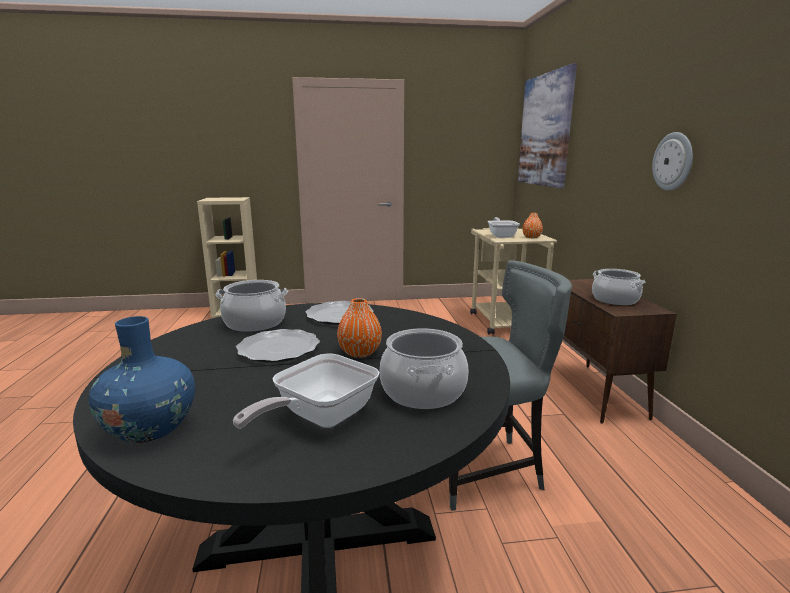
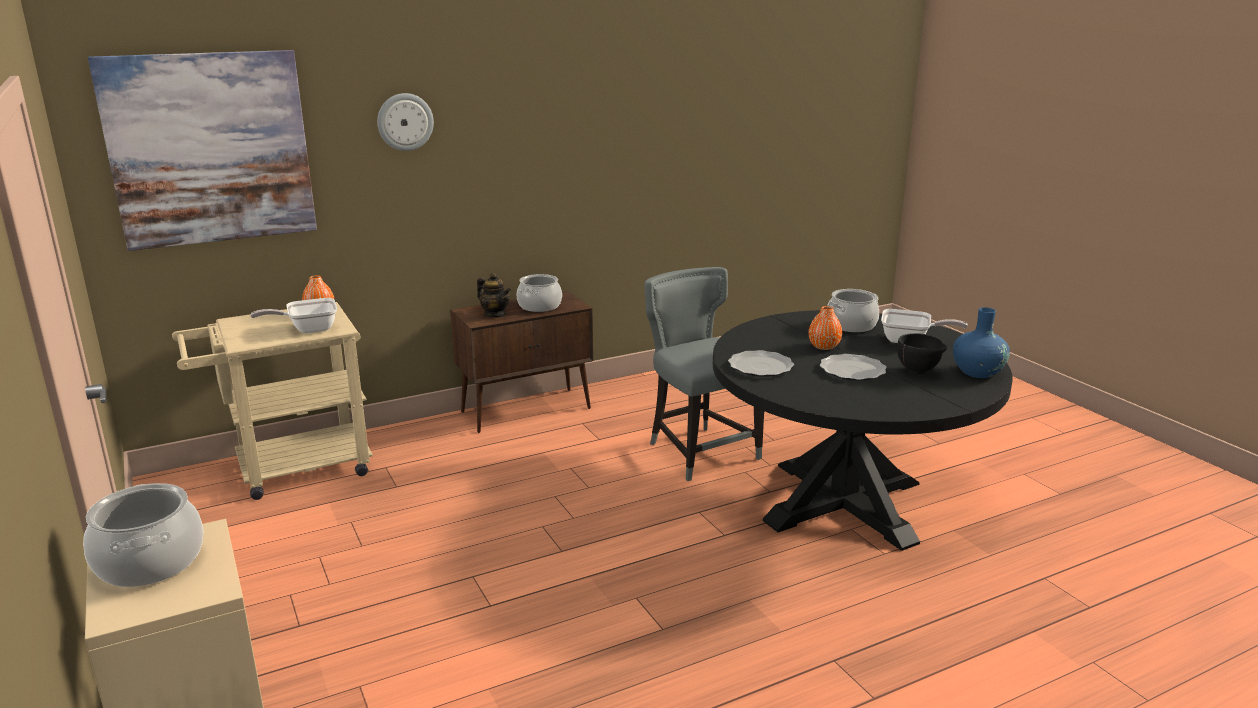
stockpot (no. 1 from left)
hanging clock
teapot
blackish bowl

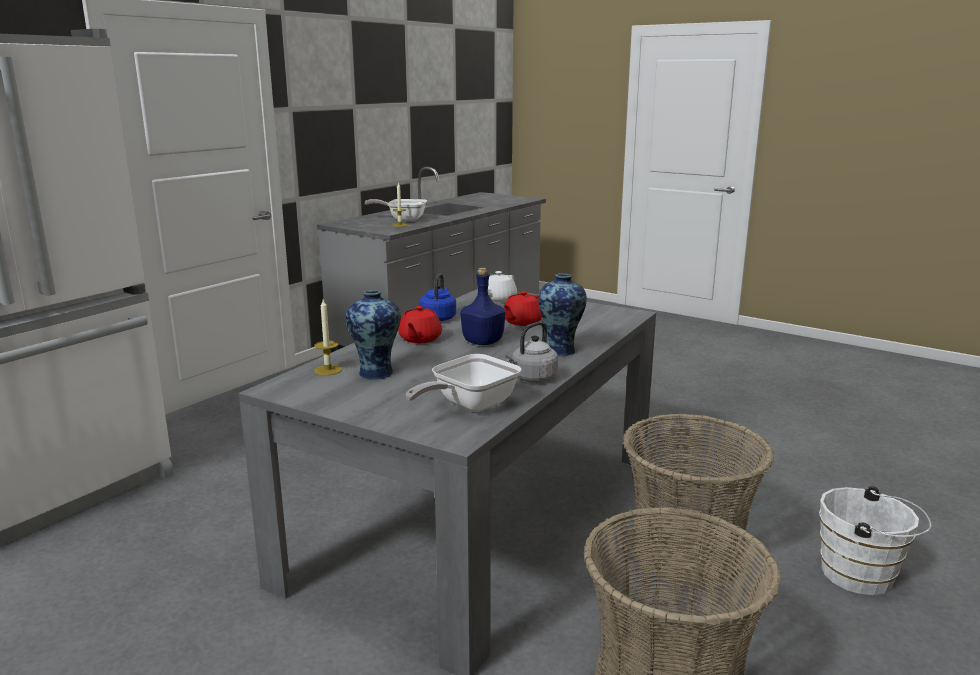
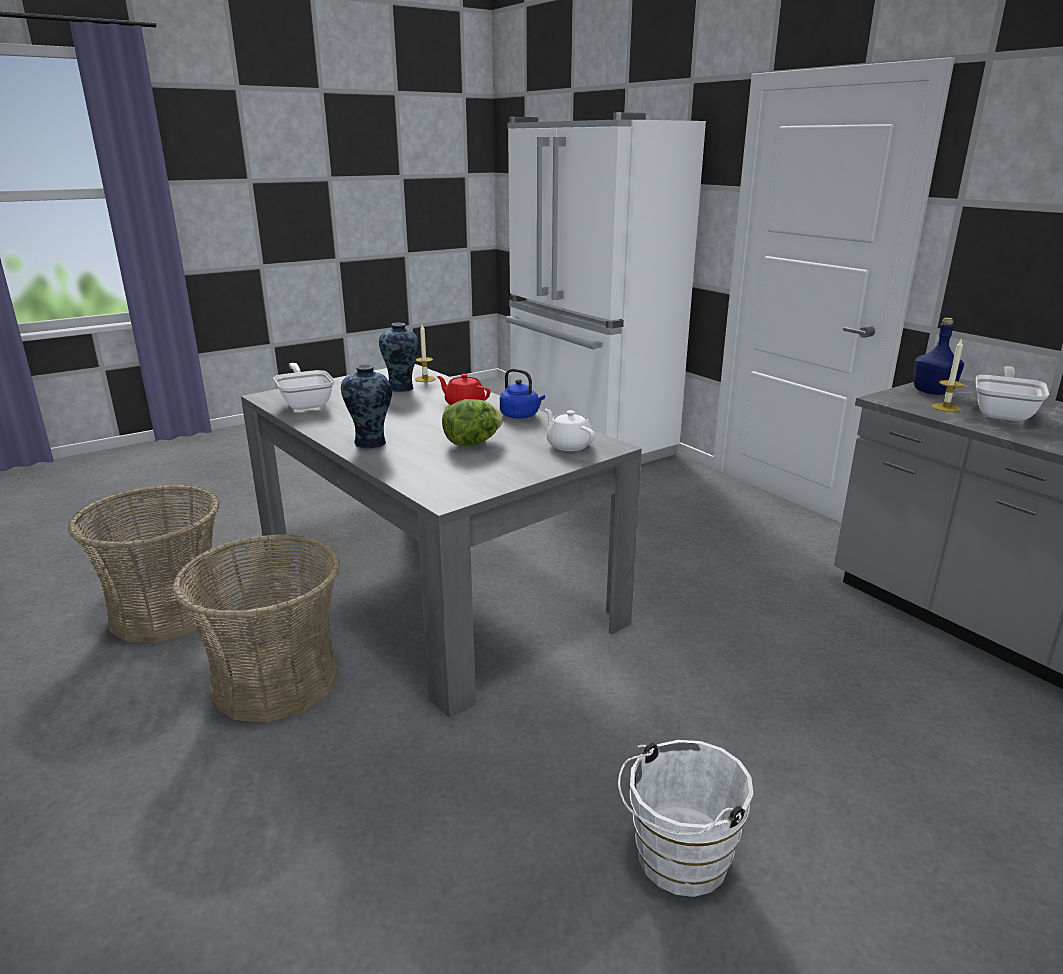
lettuce head
whitish water bucket
blue-coloured bottle
grey water kettle

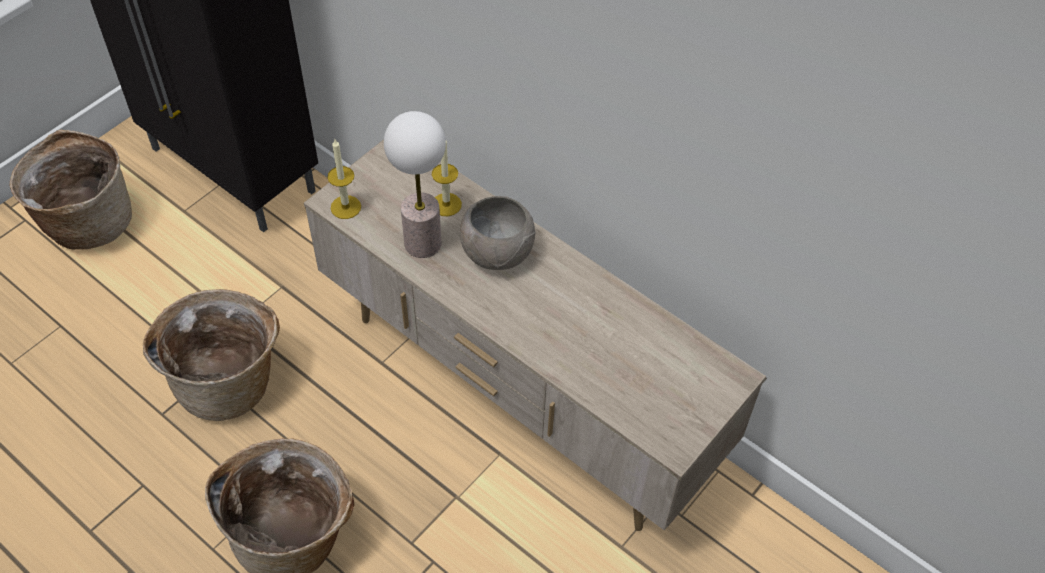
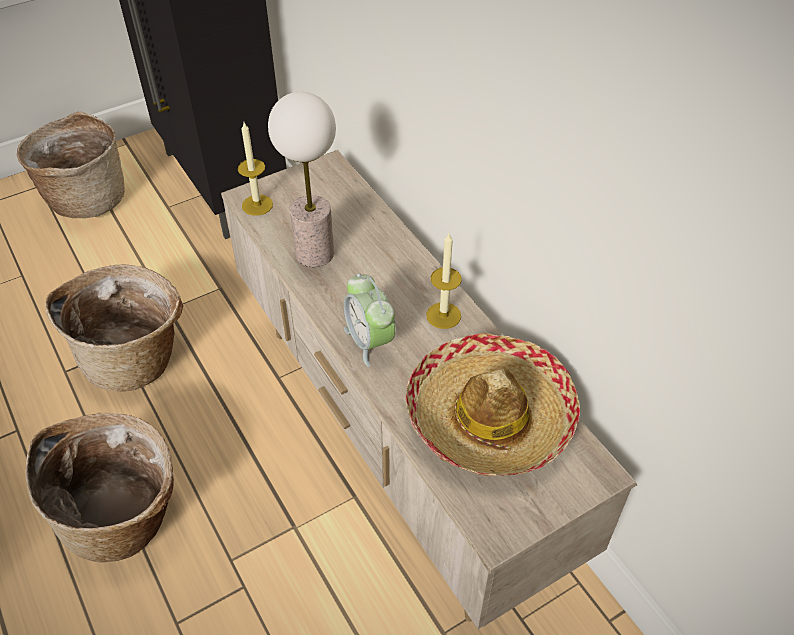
alarm clock
clothing hat
candle (no. 2 from left)
grey bowl

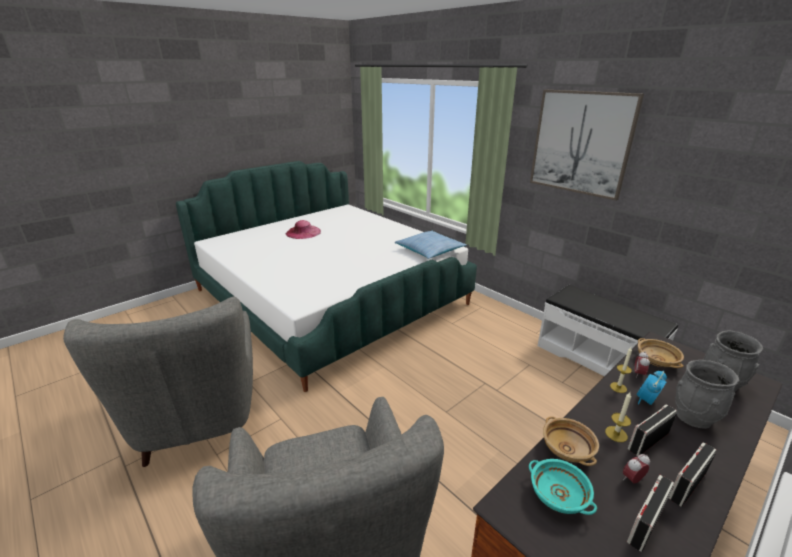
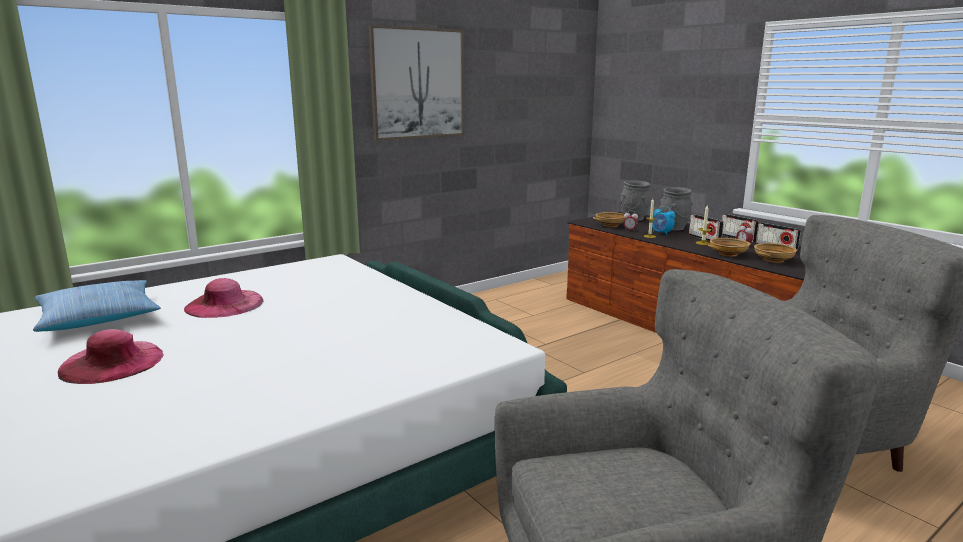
cushion
pink-coloured clothing hat (no. 2 from left)
beige-coloured bowl (no. 3 from left)
whitish long seat

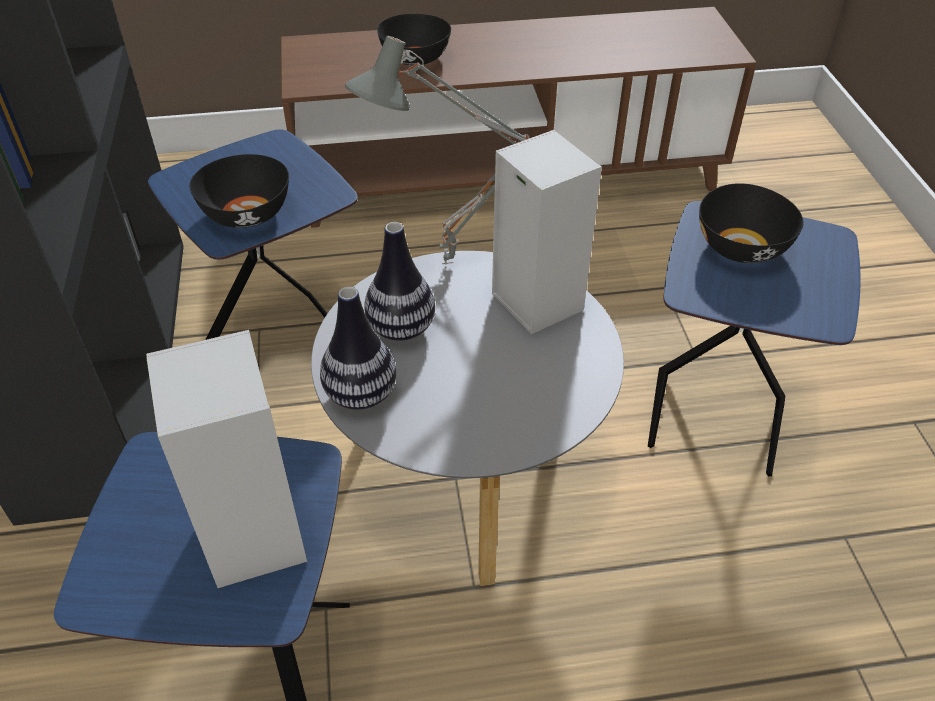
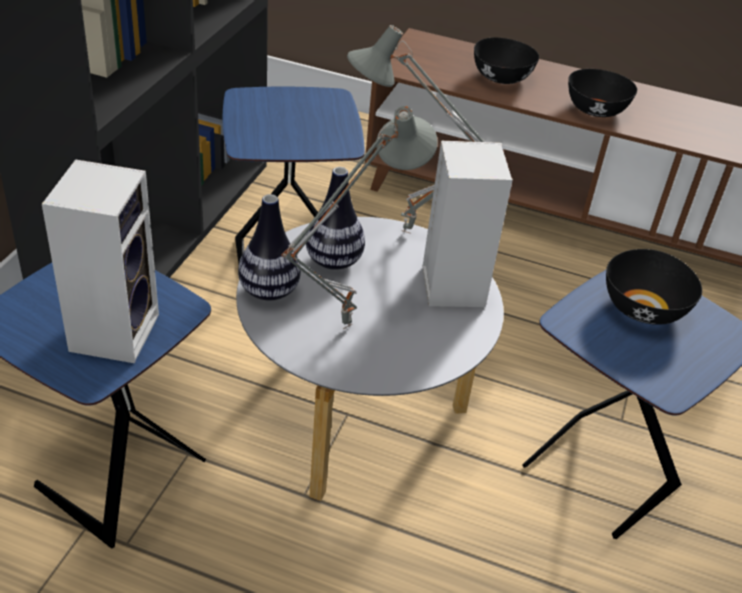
grey lamp for a table (no. 1 from left)
blackish bowl (no. 2 from left)

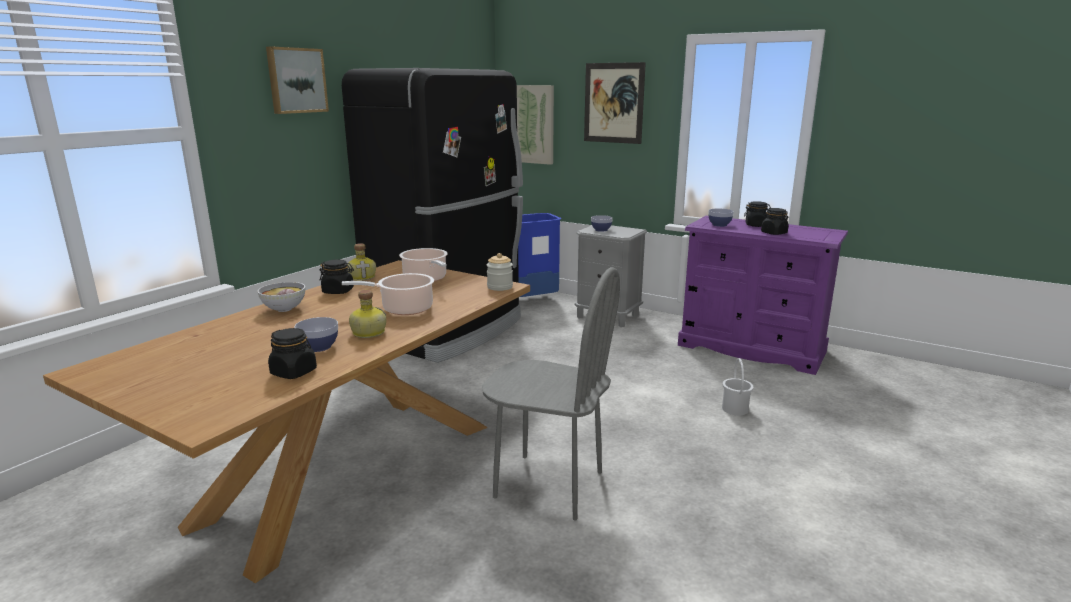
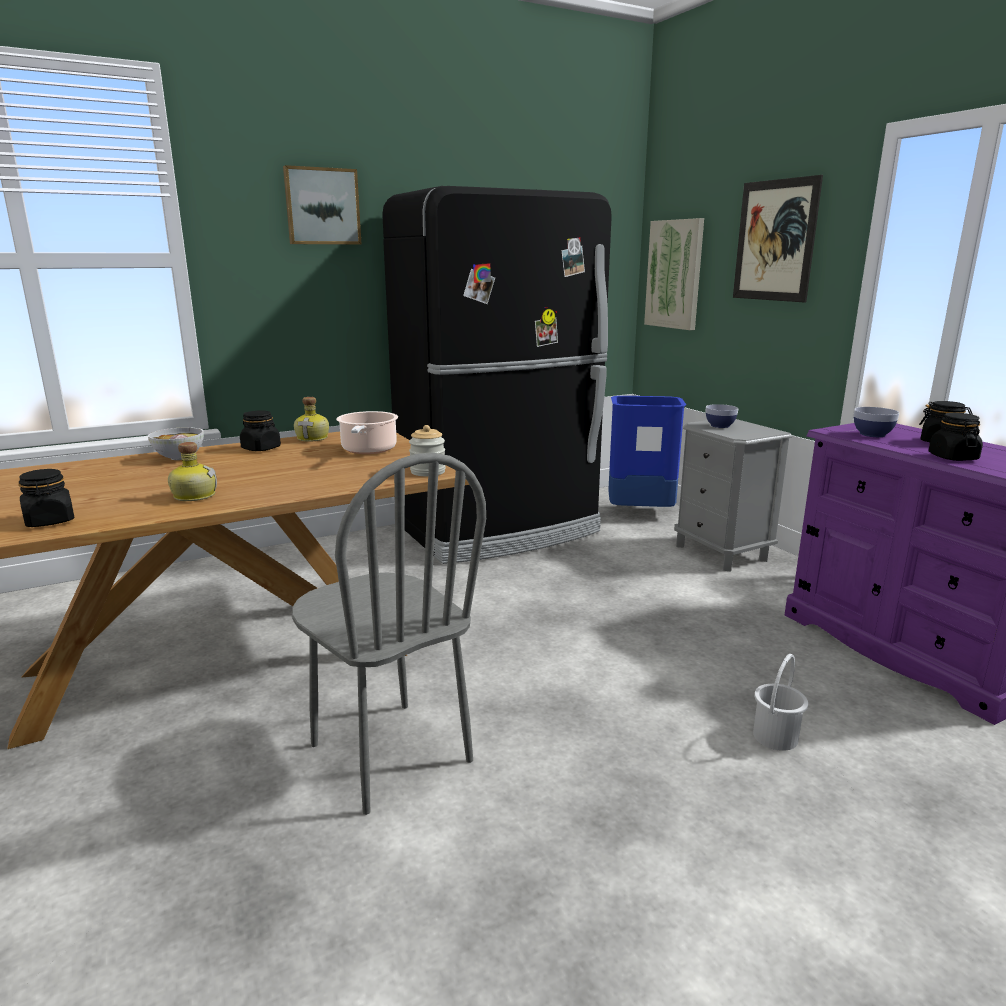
bowl (no. 2 from left in the first image)
stockpot (no. 1 from left in the first image)

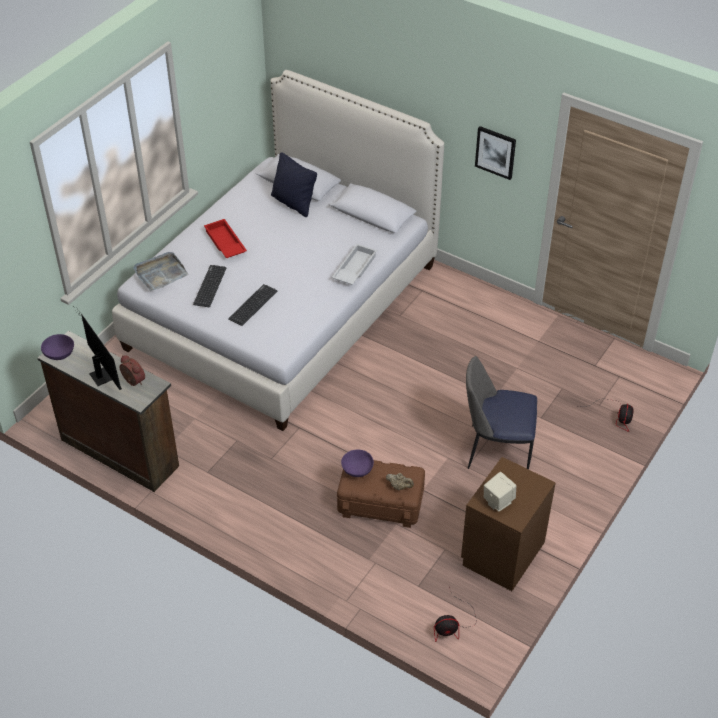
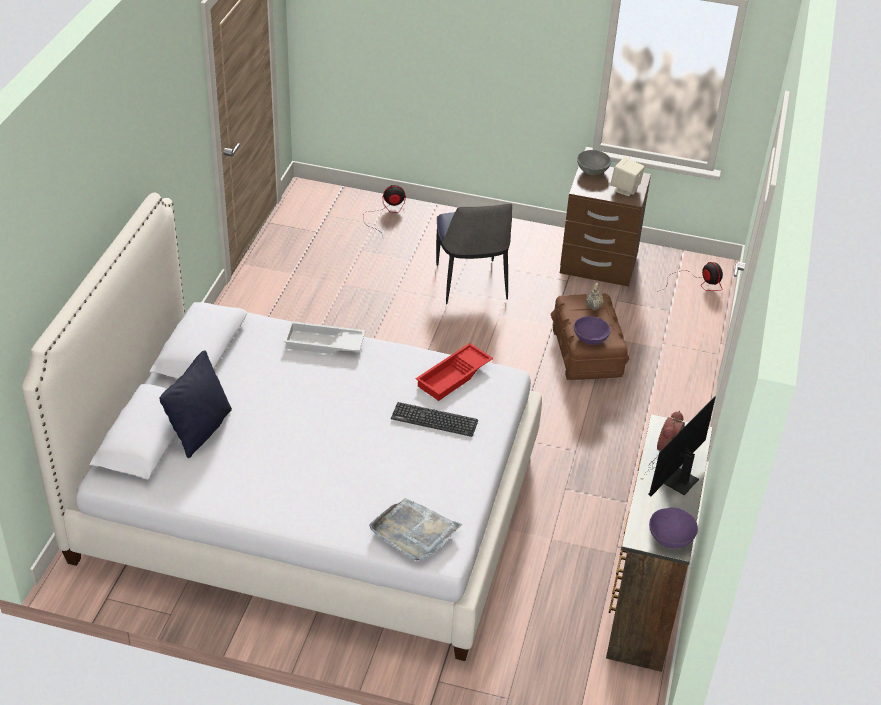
red serving tray
grey bowl
keyboard (no. 1 from left in the first image)
wall picture

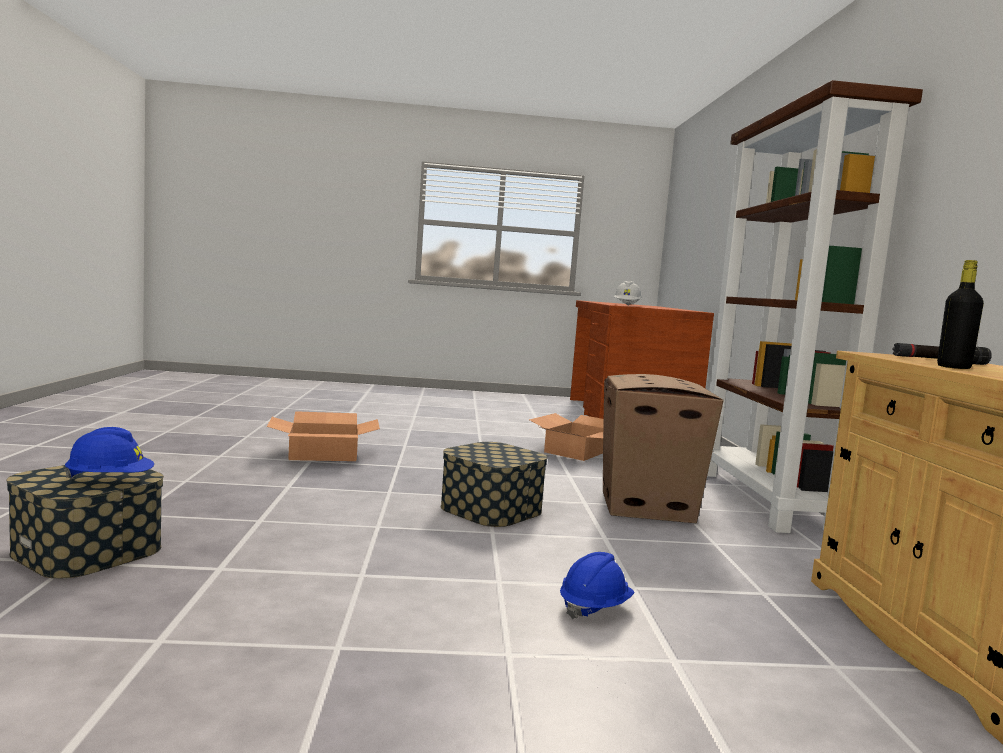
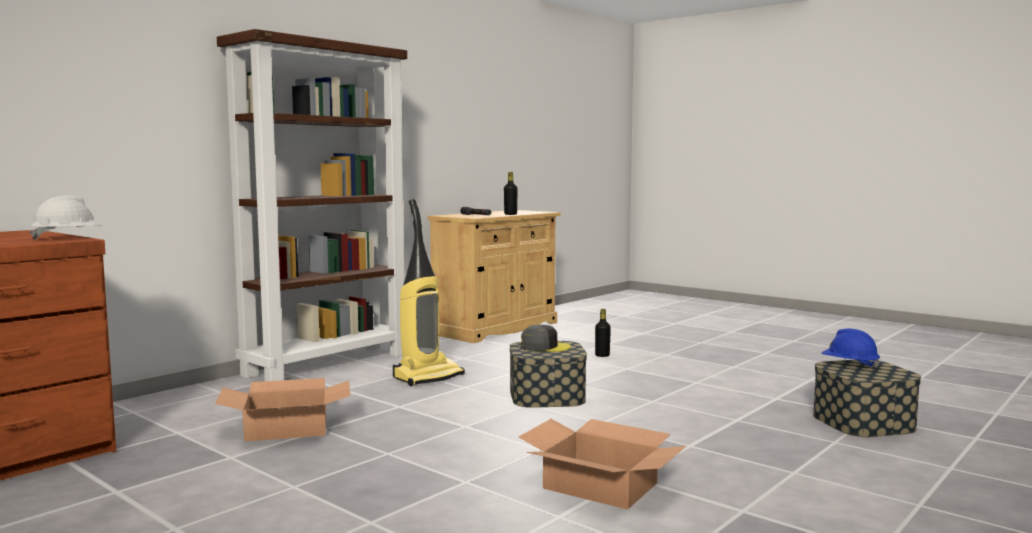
hoover
grey baseball cap
blackish bottle (no. 2 from left)

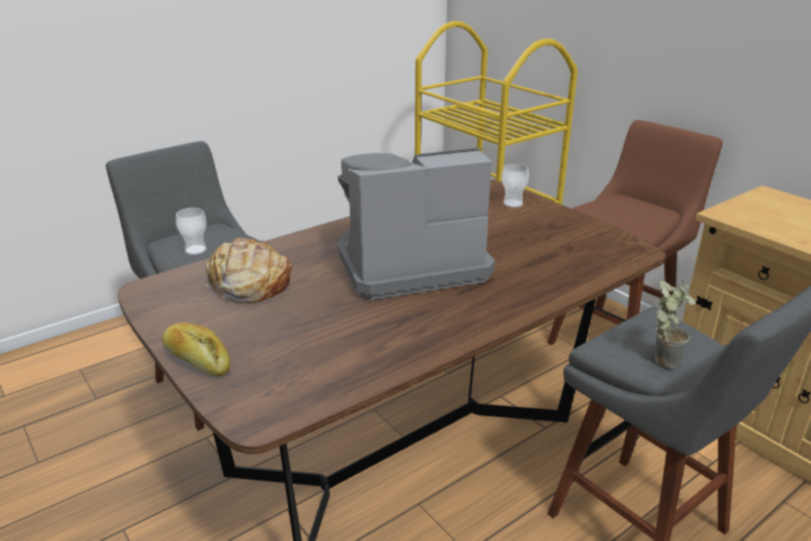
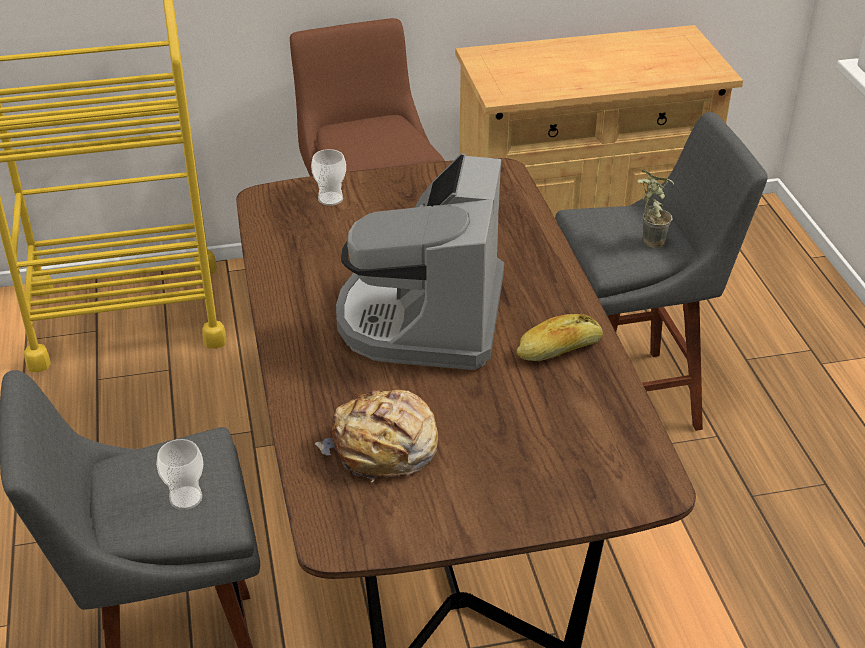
baked bread (no. 2 from left)

